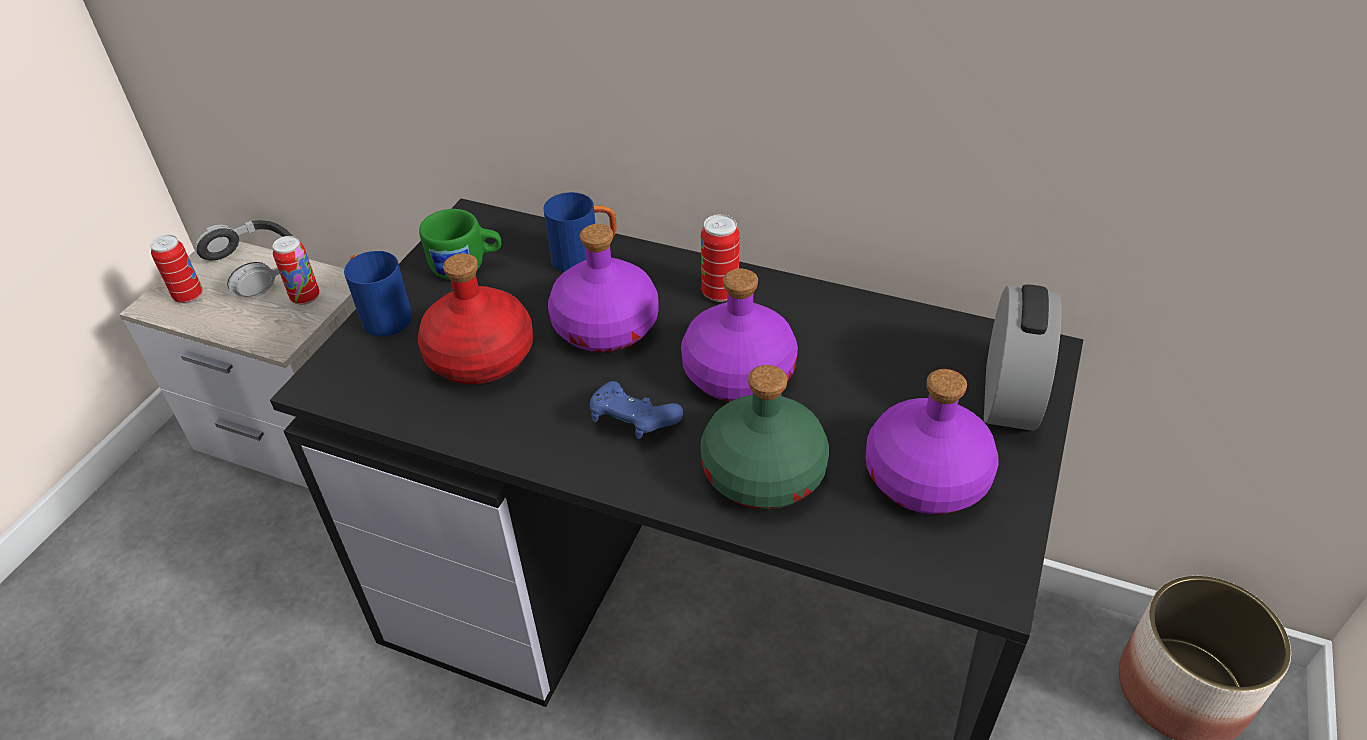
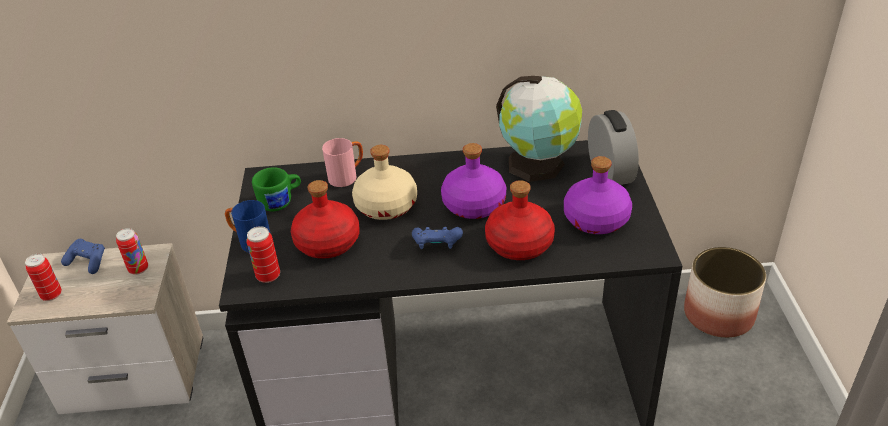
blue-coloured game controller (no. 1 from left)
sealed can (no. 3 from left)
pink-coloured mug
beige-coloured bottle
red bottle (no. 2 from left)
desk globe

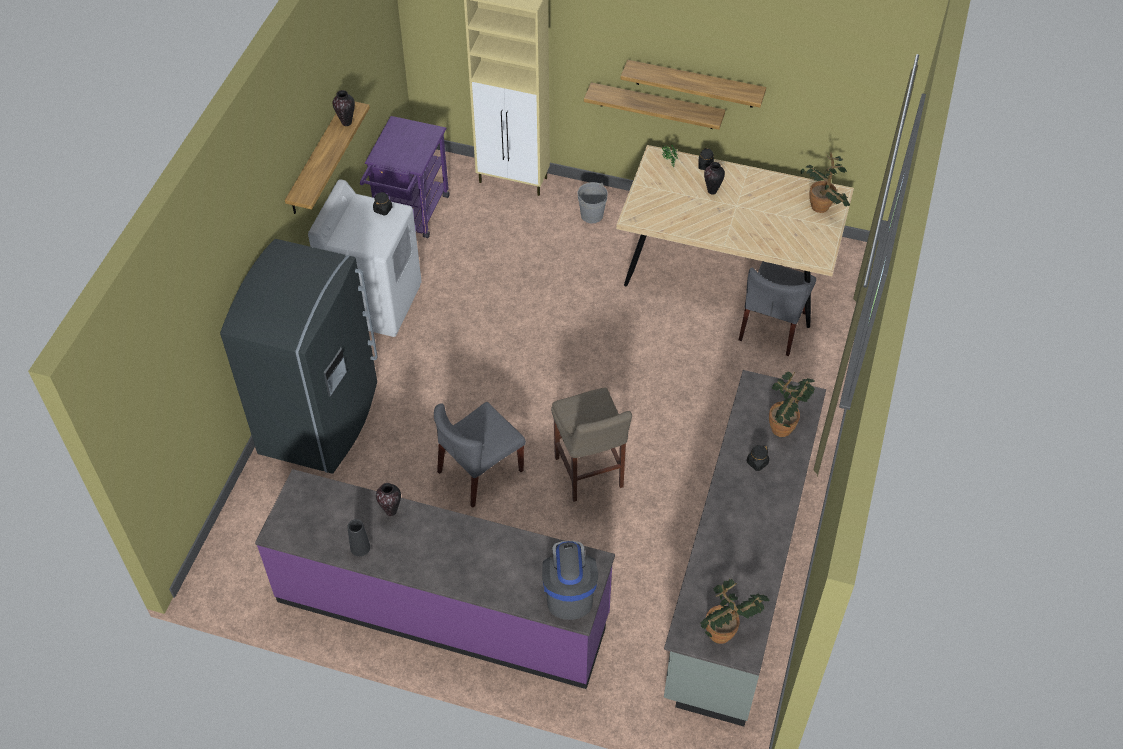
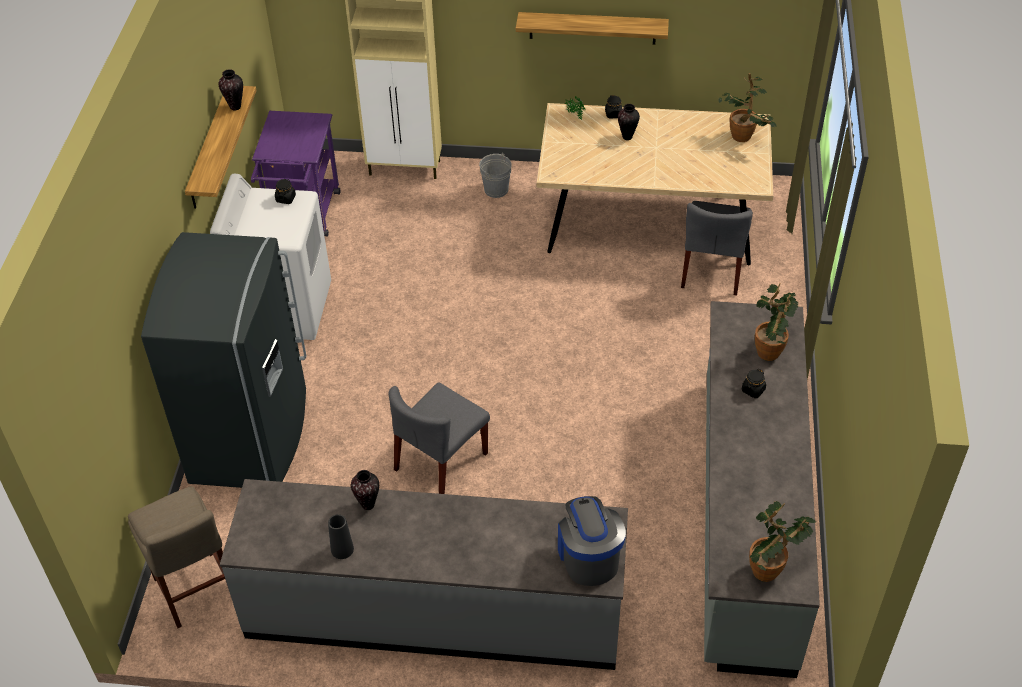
beige-coloured stool seat
grey counter (no. 1 from left)
bracket shelf (no. 2 from left in the first image)

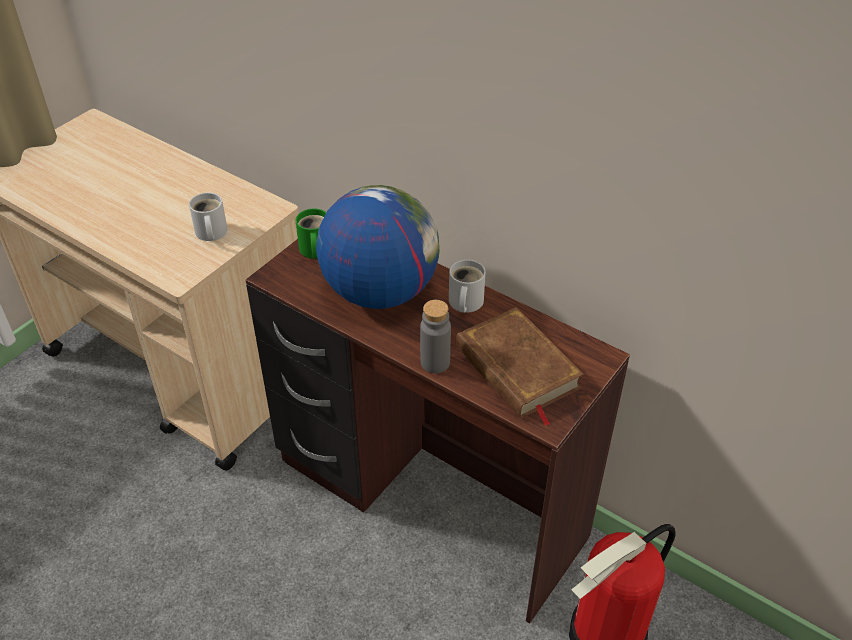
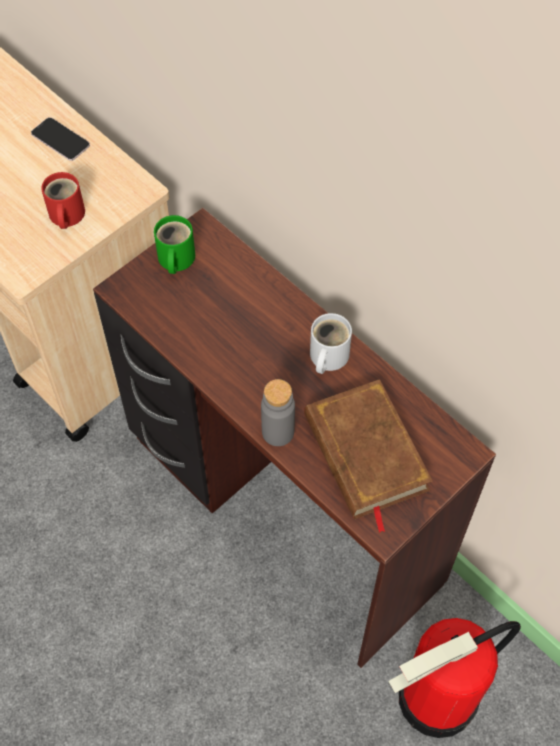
handset
red mug
desk globe

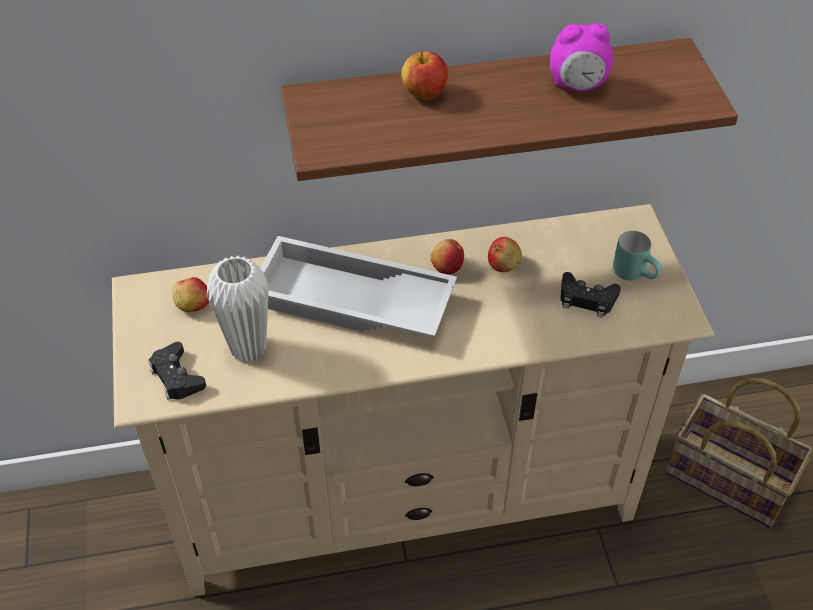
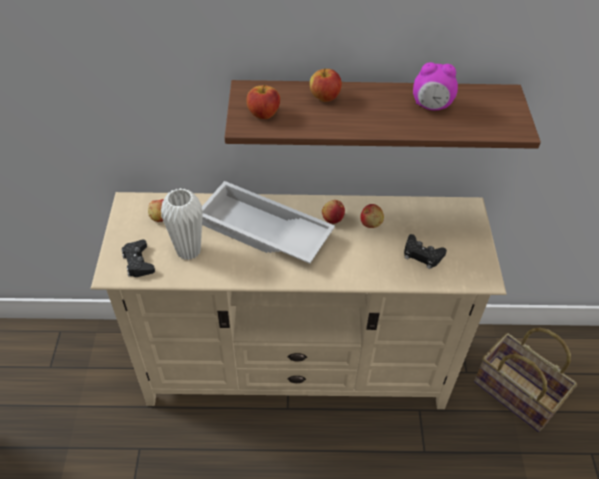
apple fruit (no. 2 from left)
blue-green mug

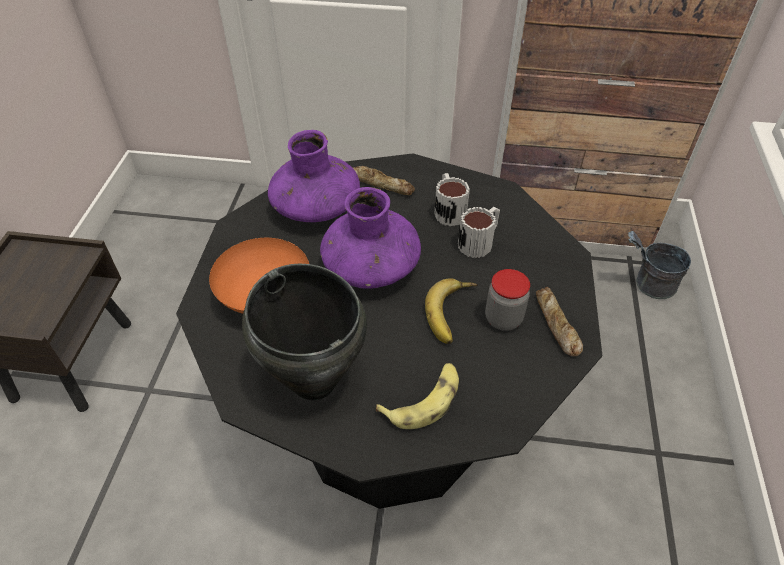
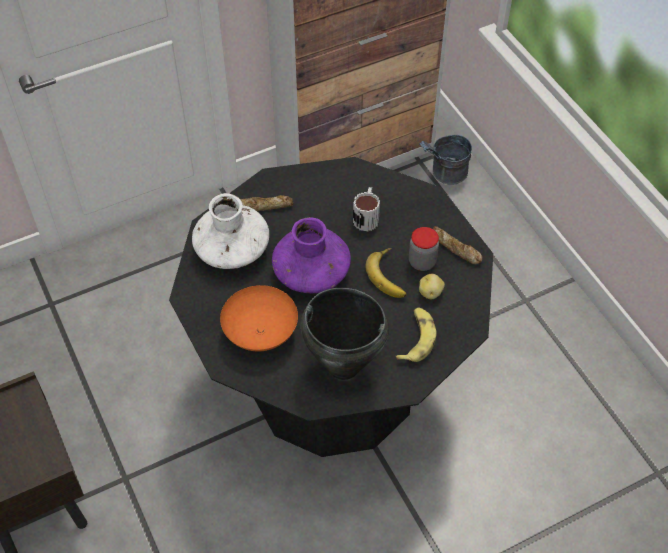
whitish vase
whole potato
mug (no. 1 from left in the first image)

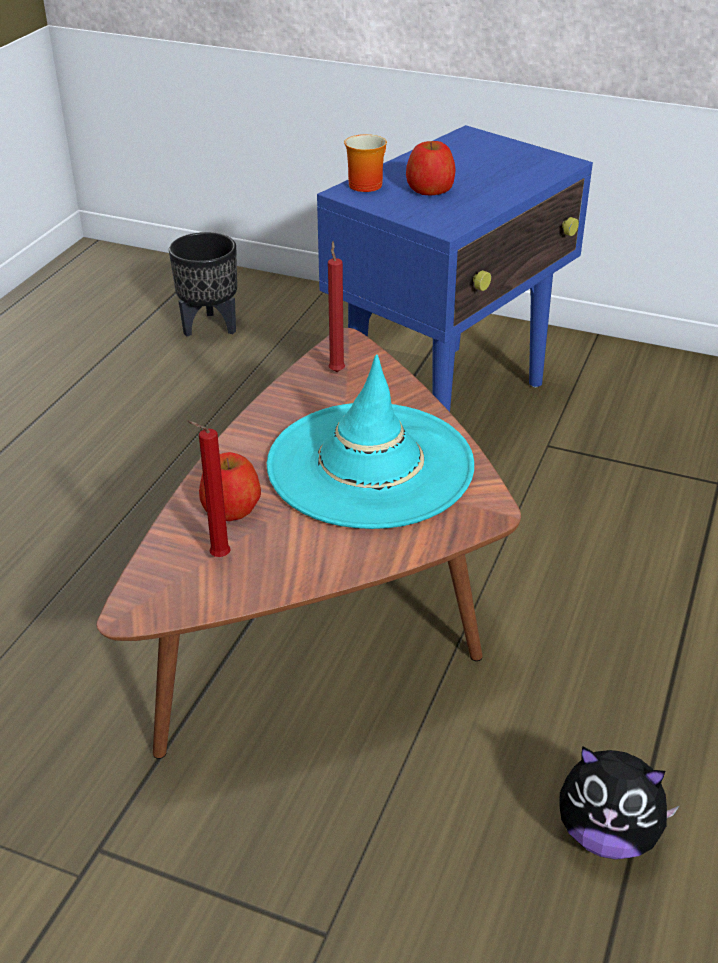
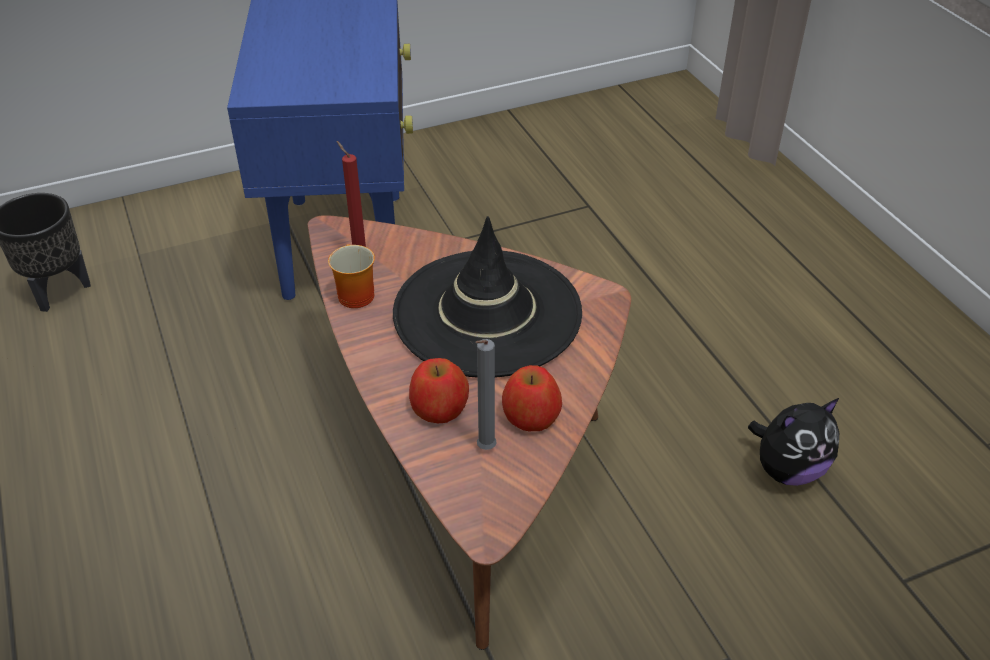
mug
blackish clothing hat
grey candle
apple fruit (no. 2 from left)

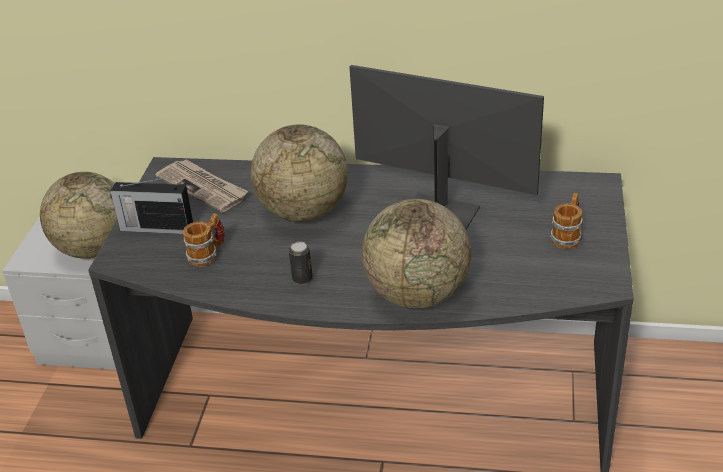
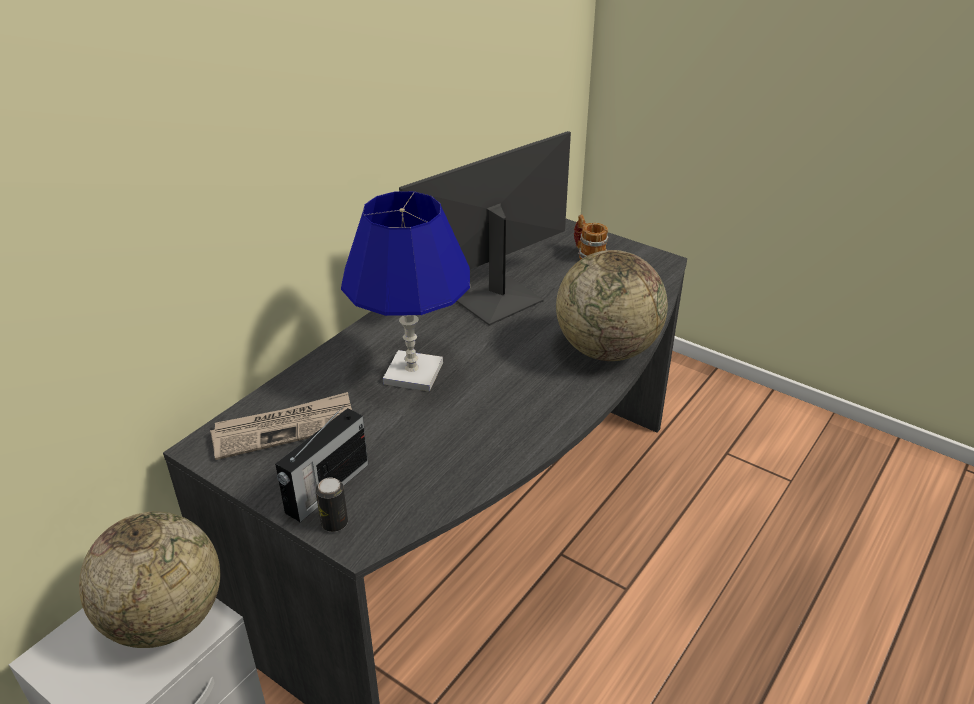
sealed can
blue-coloured lamp for a table
mug (no. 1 from left in the first image)

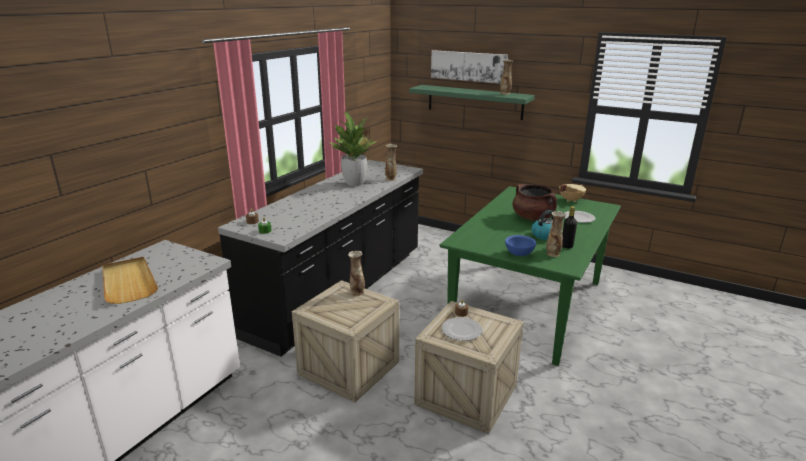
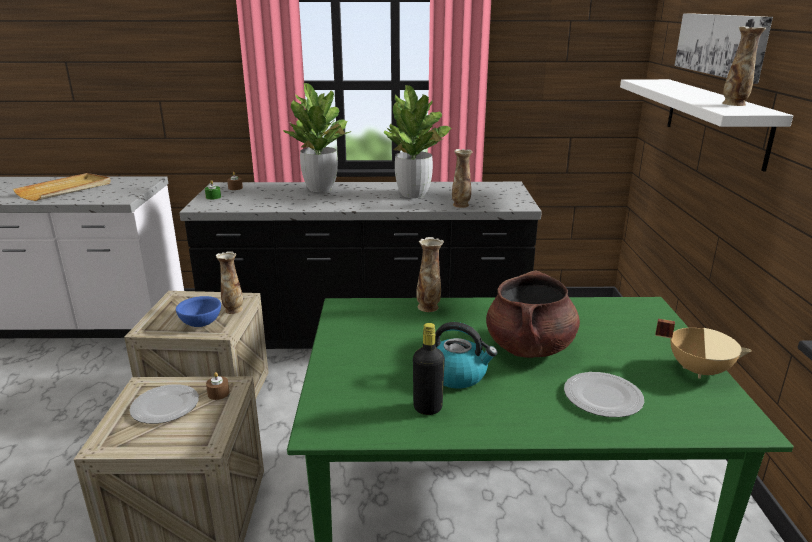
blue-coloured bowl
potted plant (no. 1 from left)
vase (no. 2 from left)
whitish bracket shelf

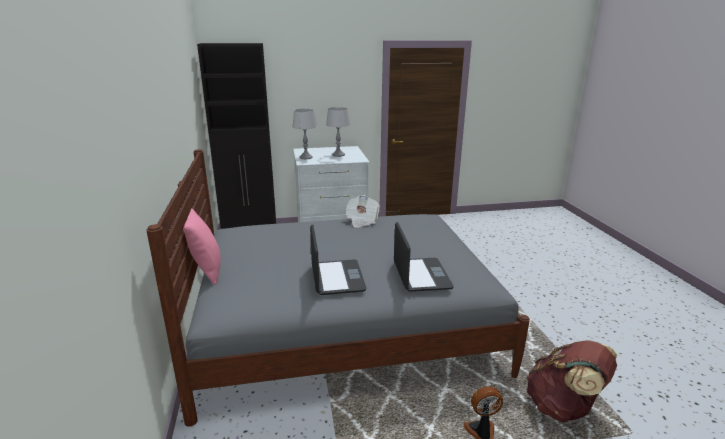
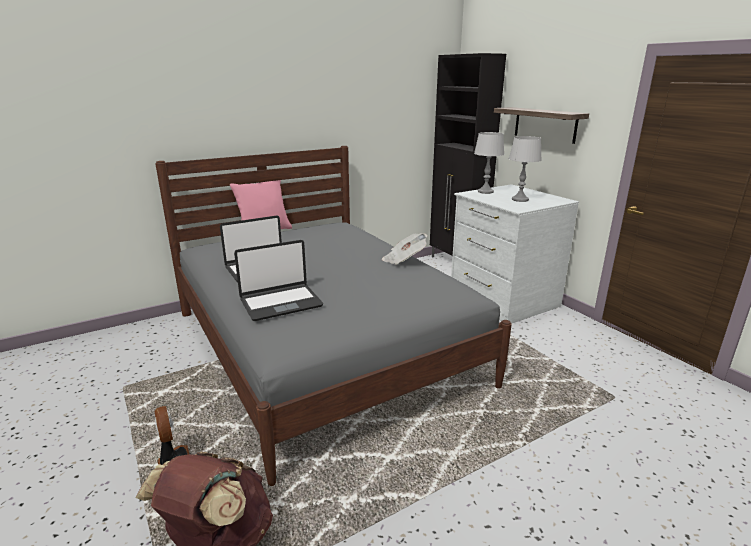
bracket shelf

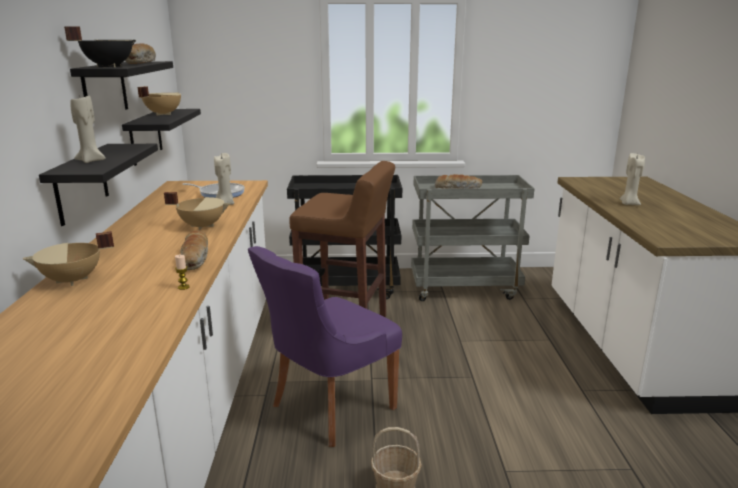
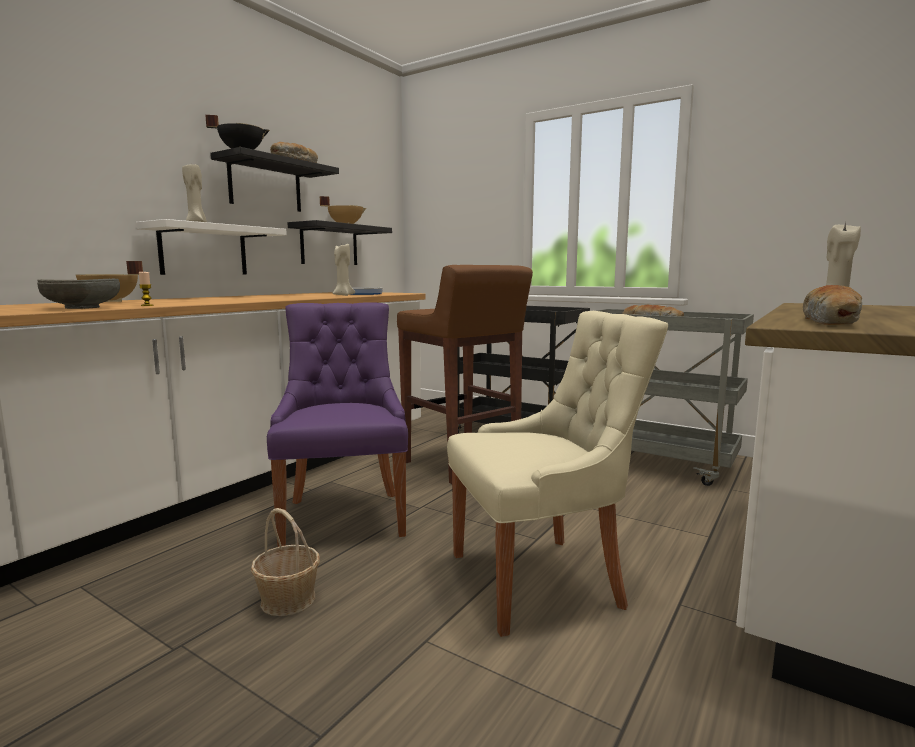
grey bowl
whitish bracket shelf
purple-coloured plain chair
beige-coloured plain chair
baked bread (no. 3 from left)
beige-coloured stockpot (no. 3 from left in the first image)

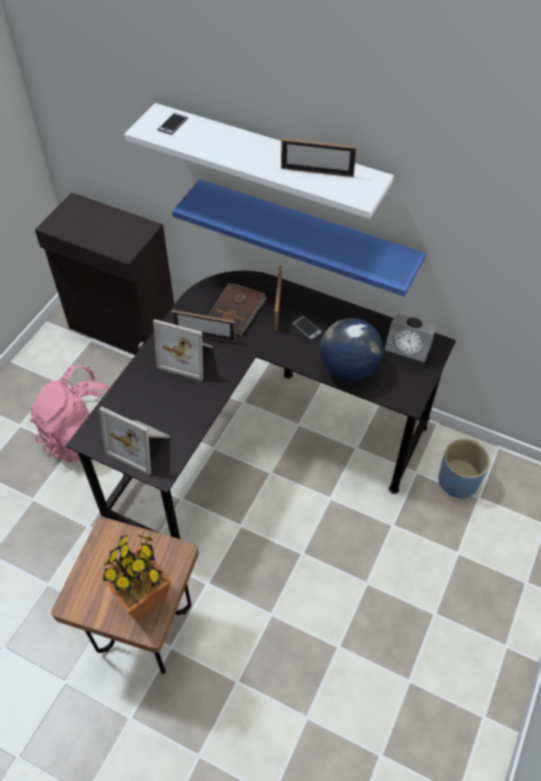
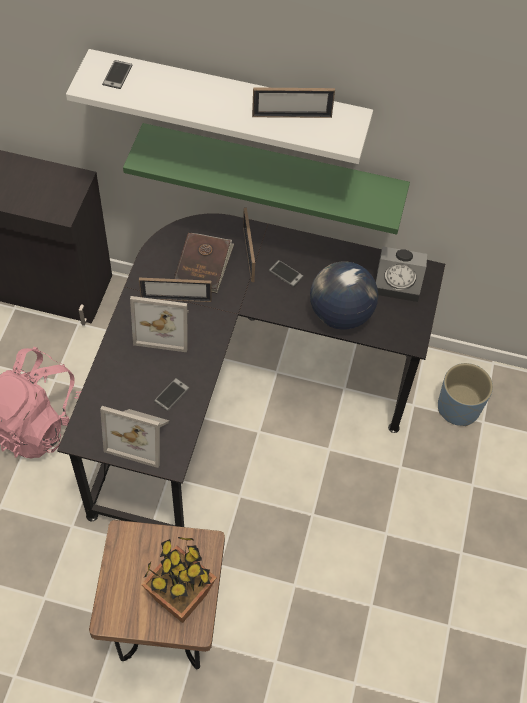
green bracket shelf
handset (no. 2 from left)

